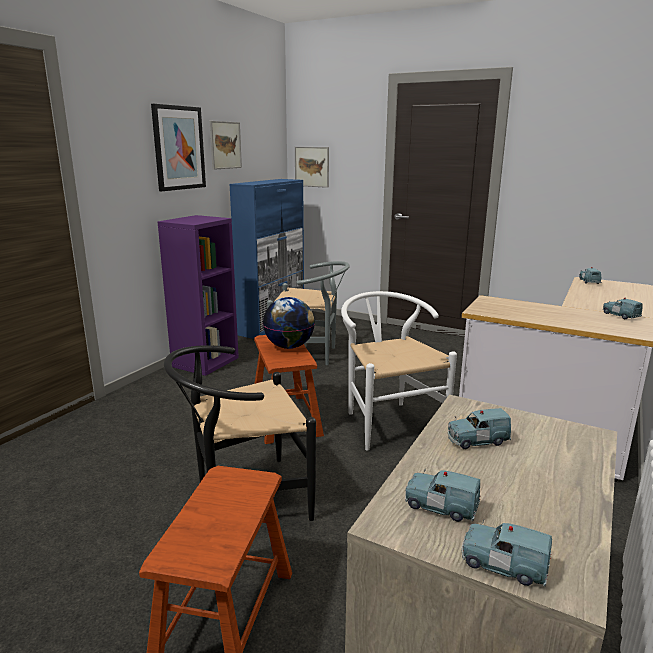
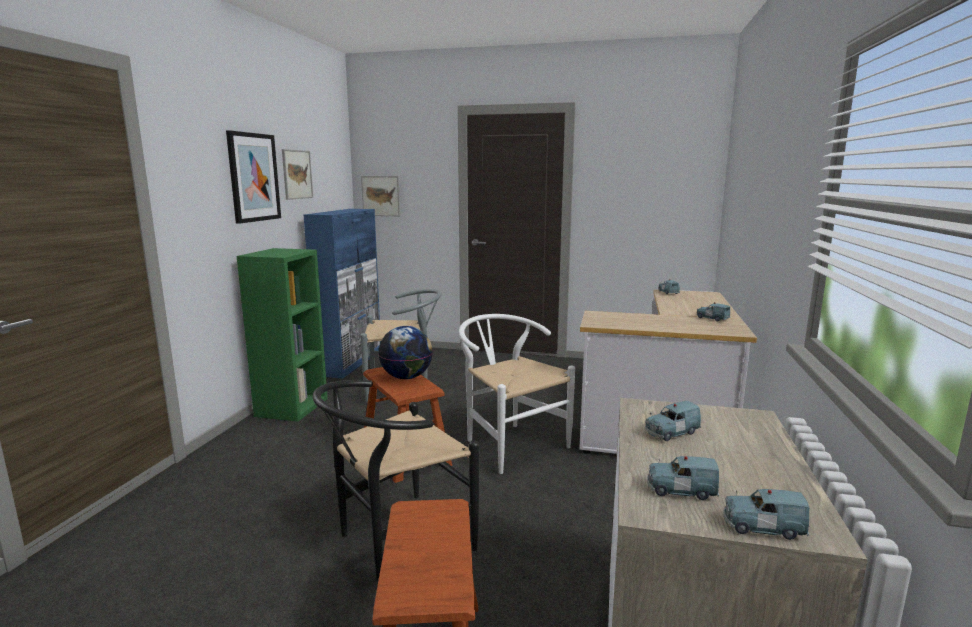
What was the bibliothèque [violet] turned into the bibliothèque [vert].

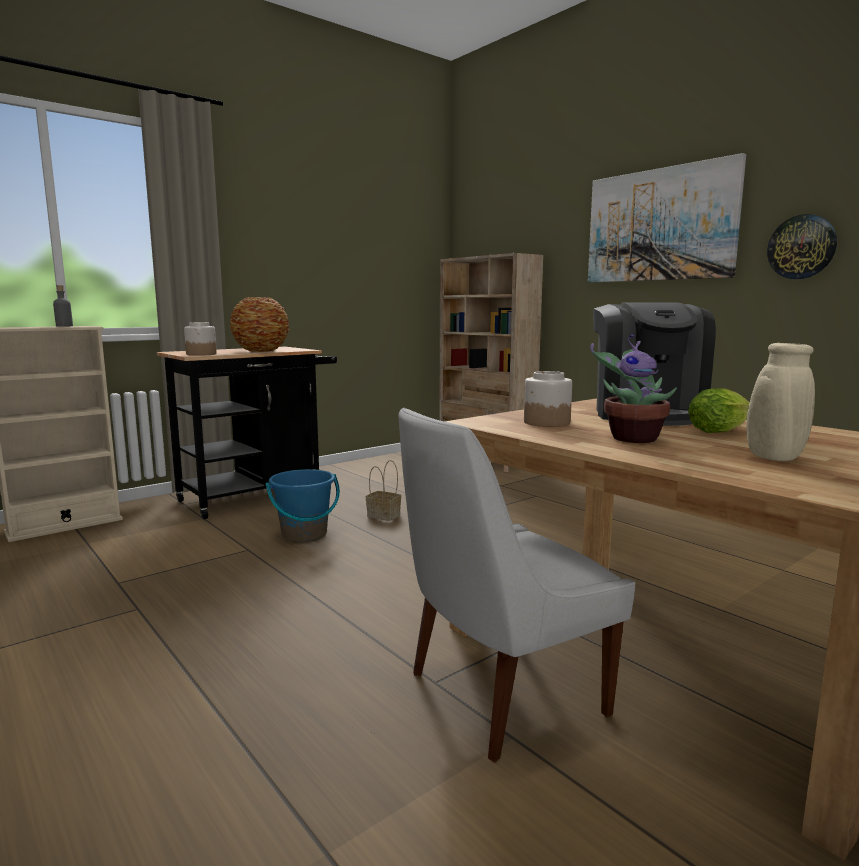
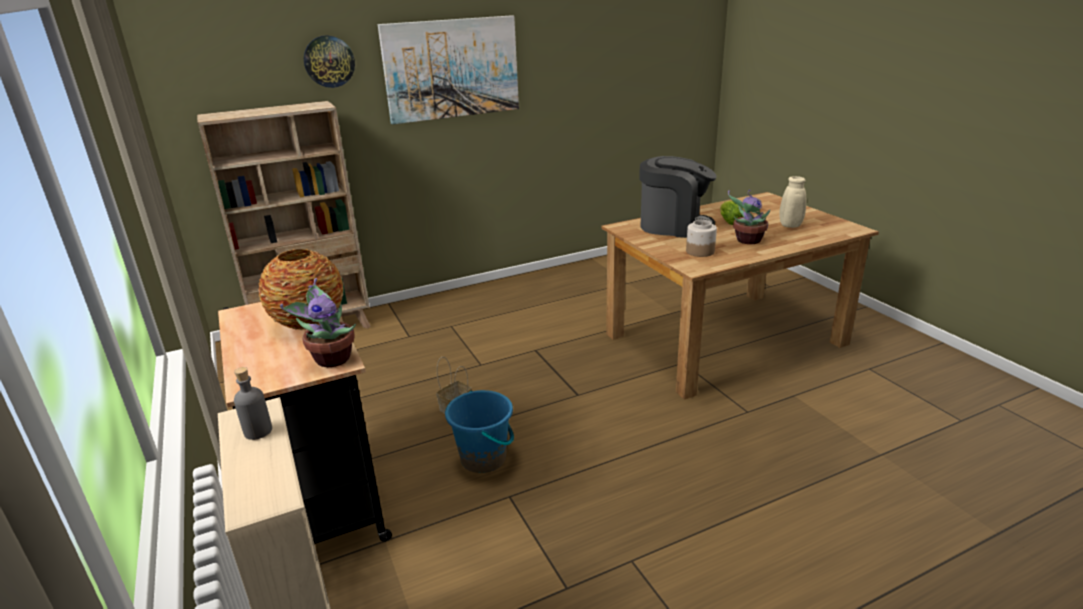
Where the bocal (1st from left) stood, the plante en pot (1st from left) came to stand.
The second view lost the chaise [blanc].
The horloge murale ended up elsewhere.

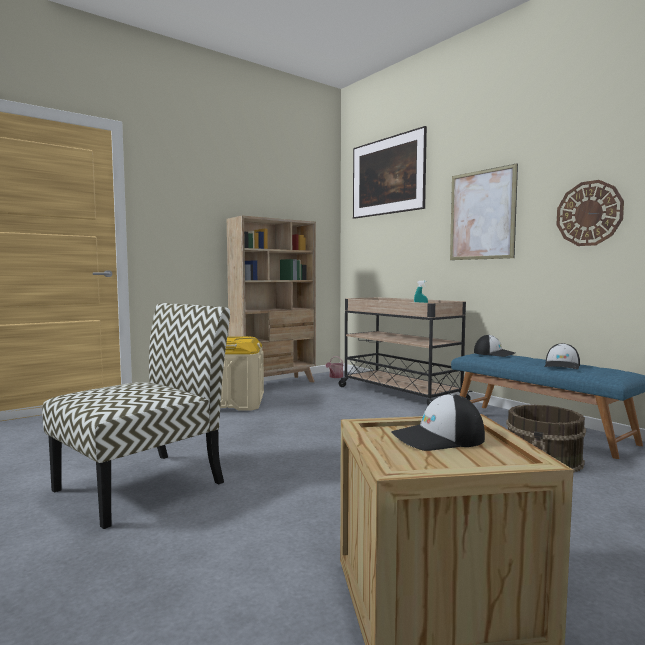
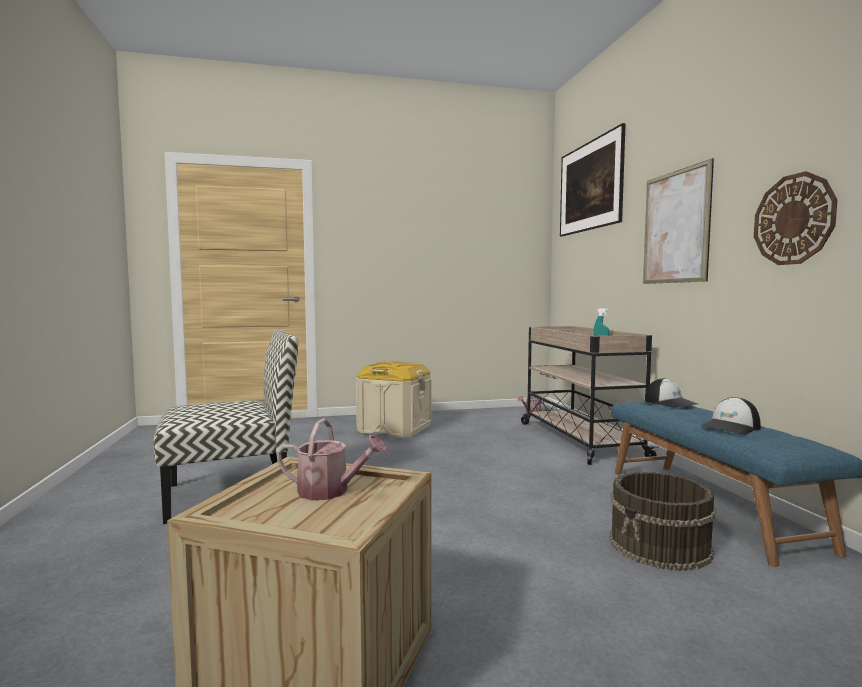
The second view lost the bibliothèque [beige].
Where the casquette (1st from left) stood, the arrosoir (1st from left) came to stand.

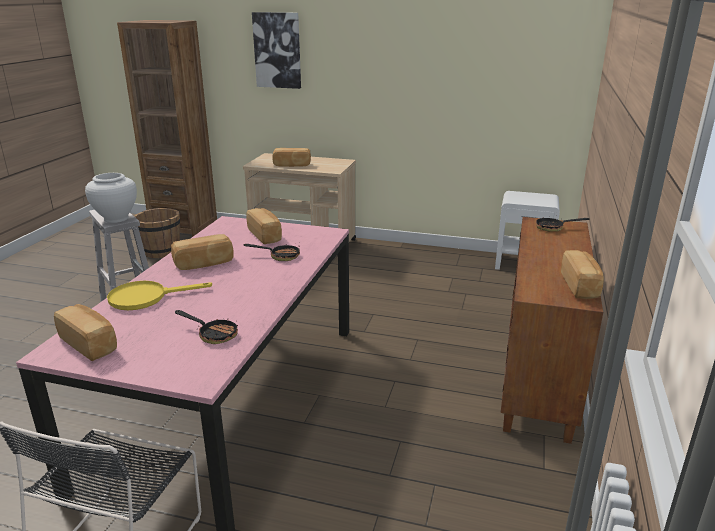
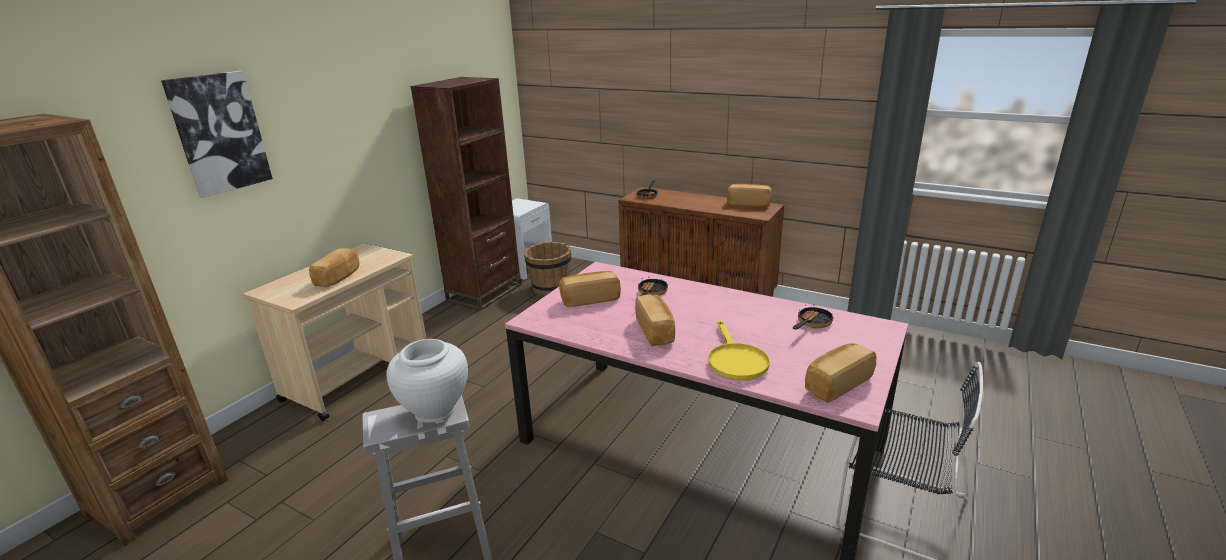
The seau [marron] ended up elsewhere.
The second view gained the bibliothèque [marron] (2nd from left).

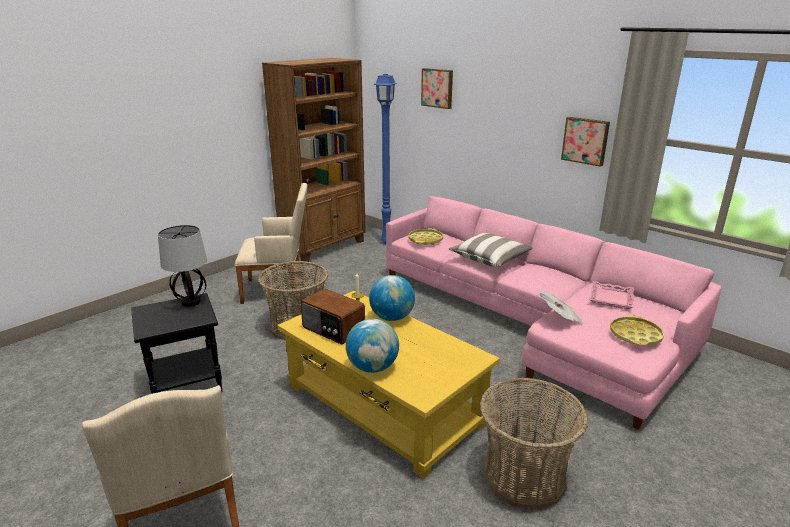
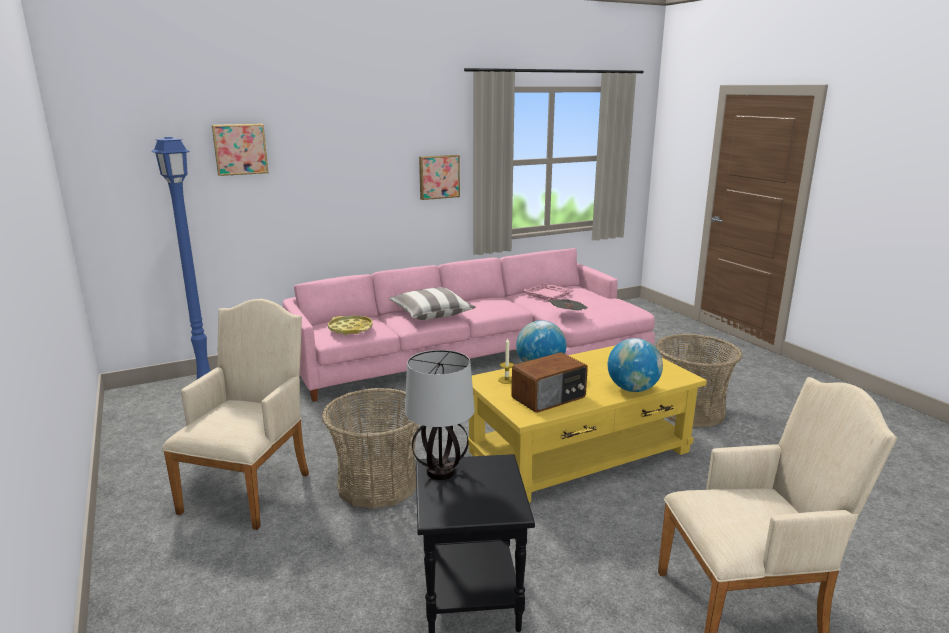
The second view lost the bibliothèque [marron].
The second view lost the plateau [jaune] (2nd from left).

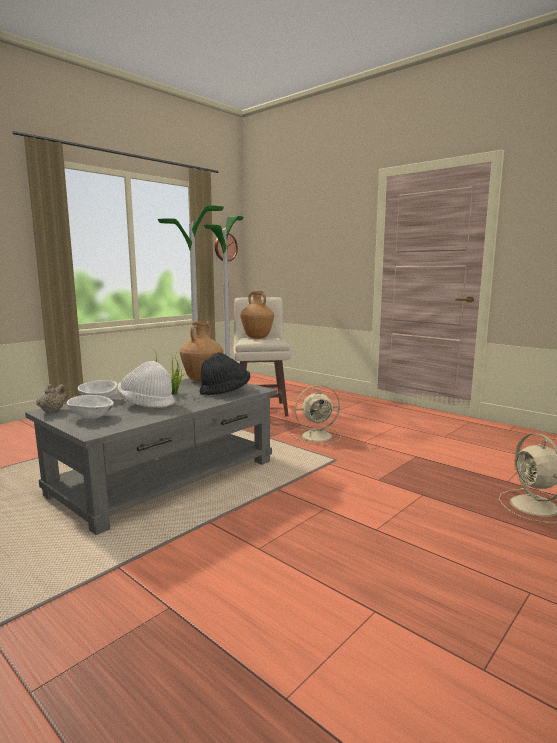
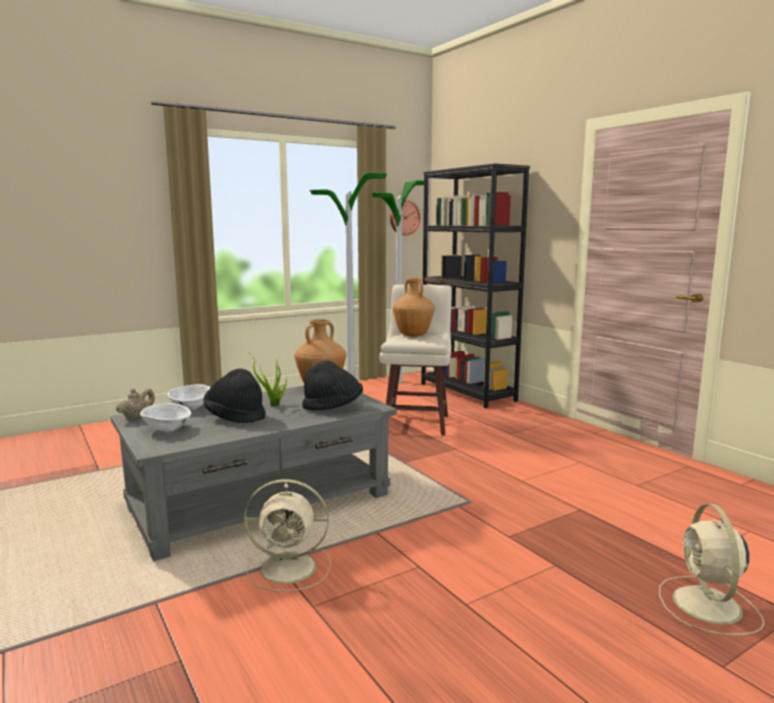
What was the chapeau [blanc] turned into the chapeau [noir] (1st from left).
The ventilateur [beige] (1st from left) ended up elsewhere.
The second view gained the bibliothèque [noir].

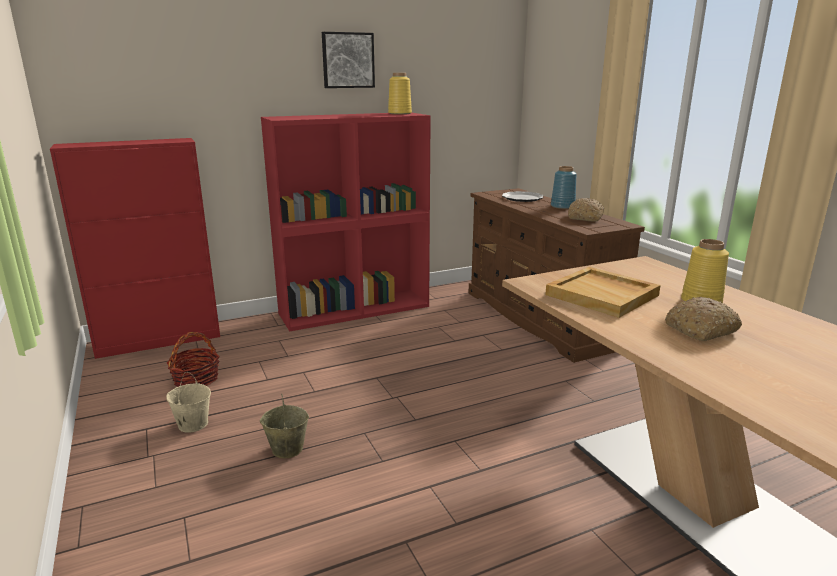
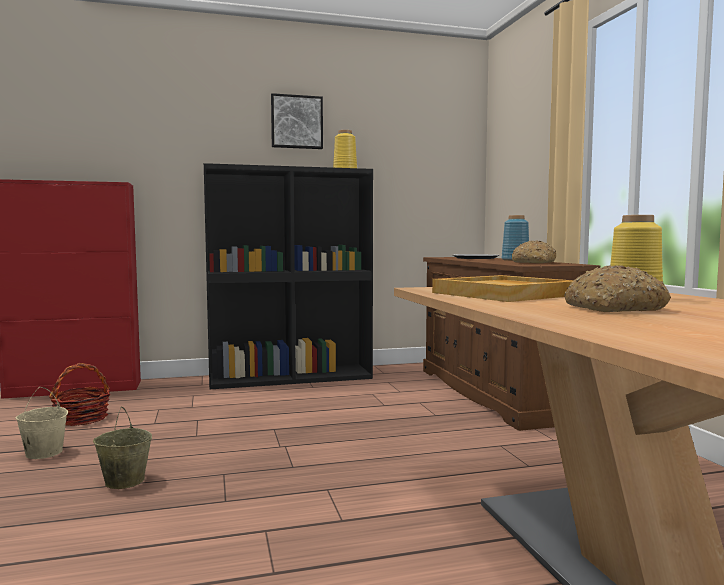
What was the bibliothèque [rouge] turned into the bibliothèque [noir].

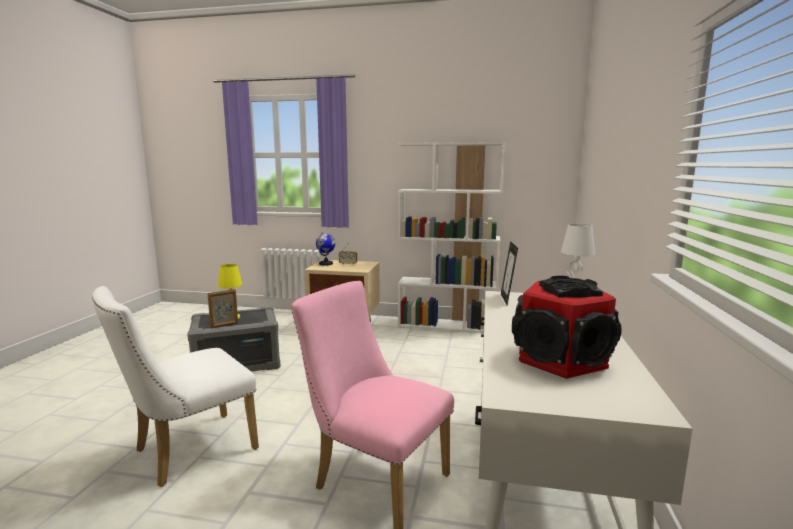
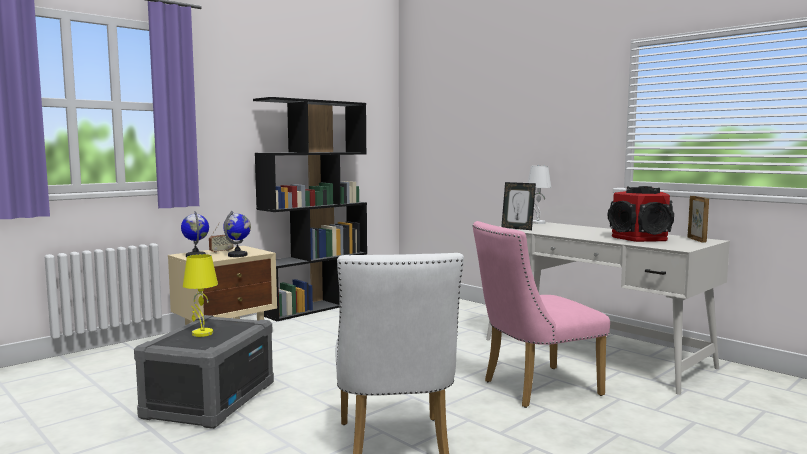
The cadre photo (1st from left in the first image) ended up elsewhere.
What was the bibliothèque [blanc] turned into the bibliothèque [noir].
The second view gained the globe (2nd from left).

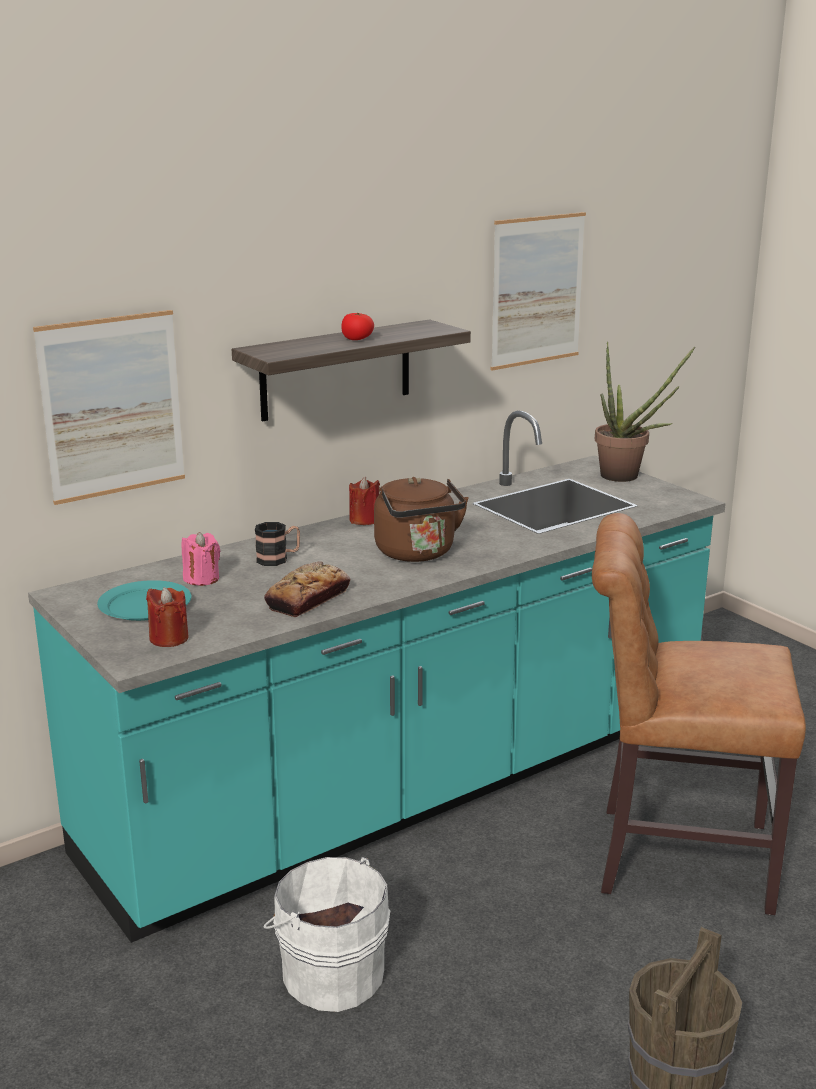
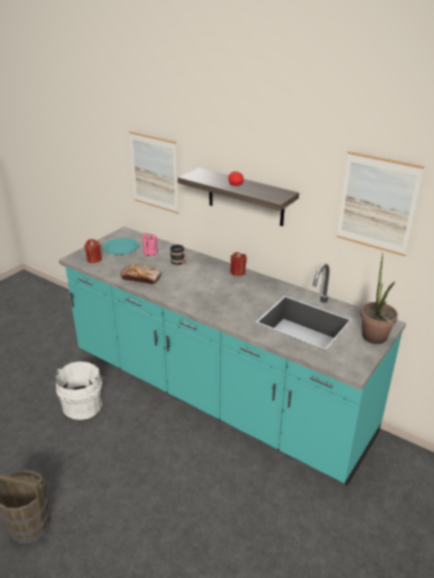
The second view lost the bouilloire [marron].
The second view lost the chaise [marron].

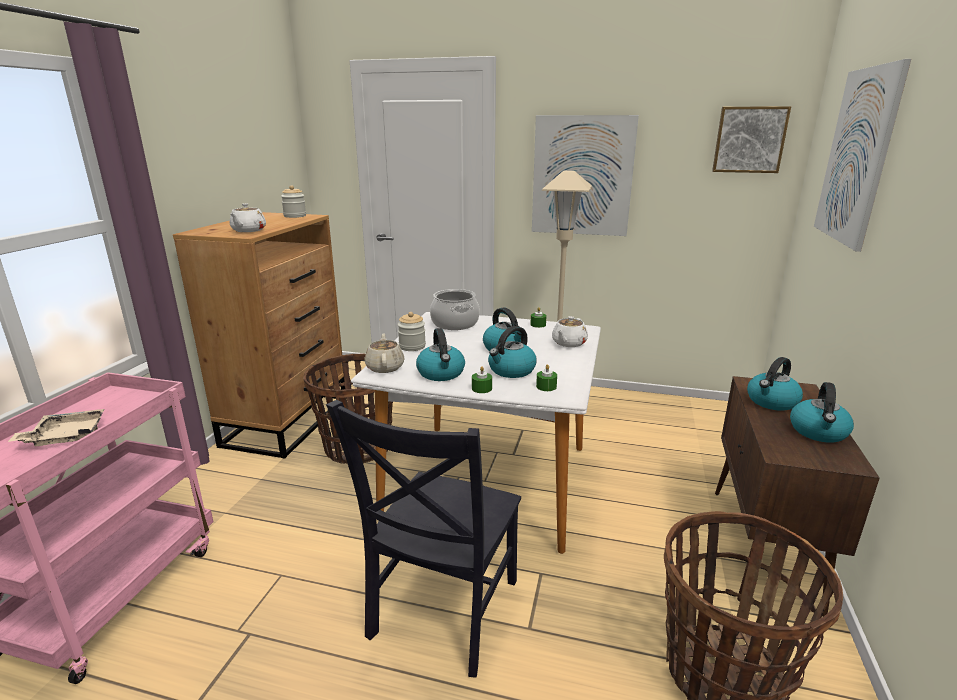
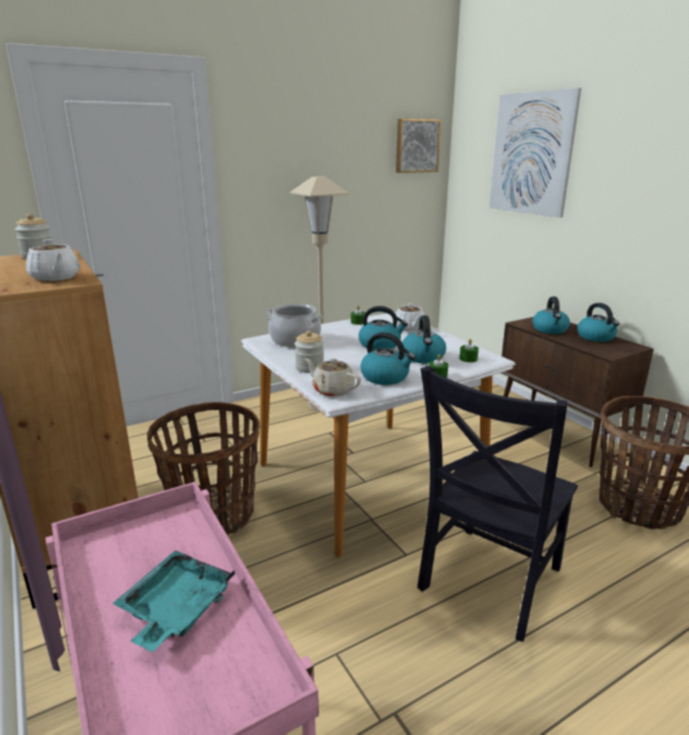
What was the plateau [beige] turned into the plateau [turquoise].
The chaise [noir] ended up facing another way, 60 degrees clockwise from before.
The second view lost the tableau (1st from left).

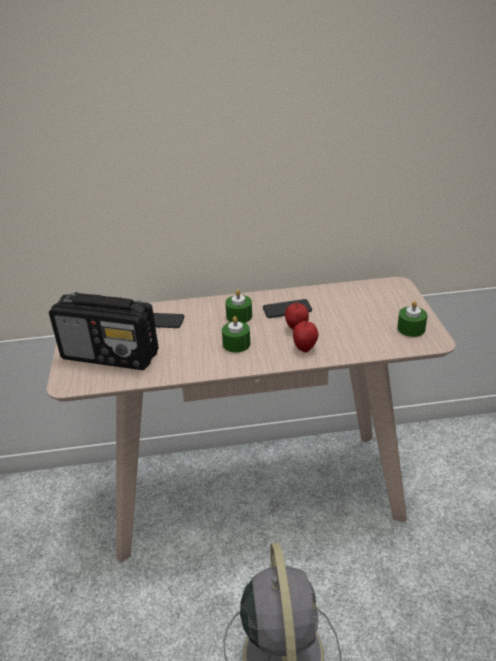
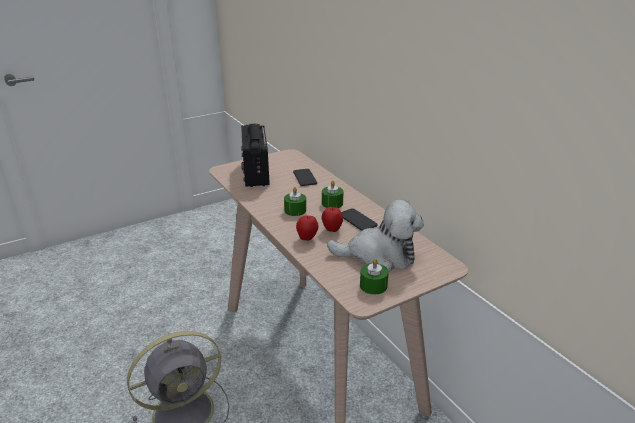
The second view gained the peluche.

